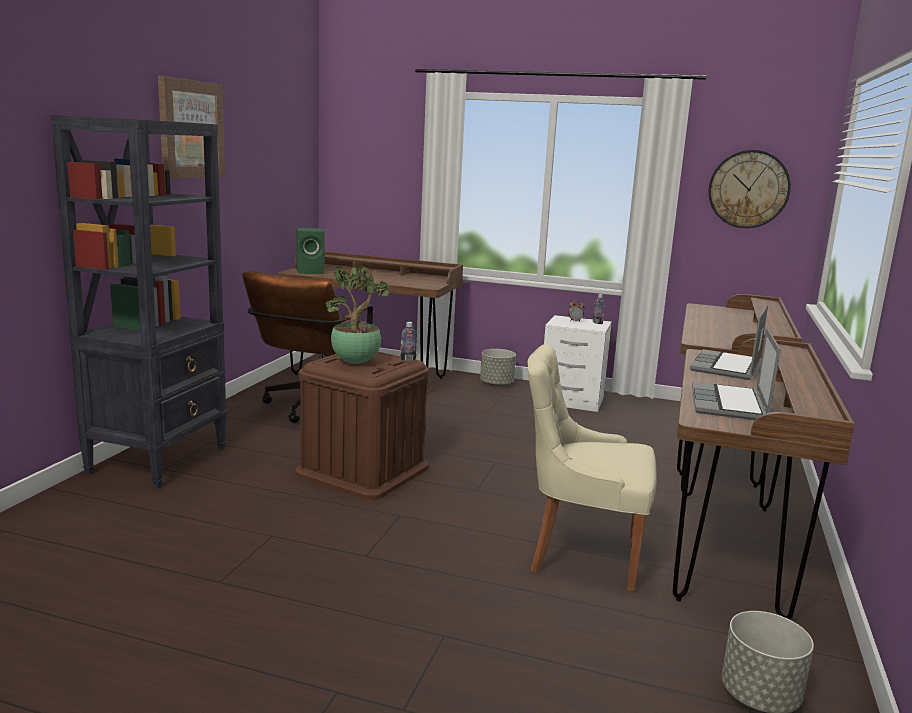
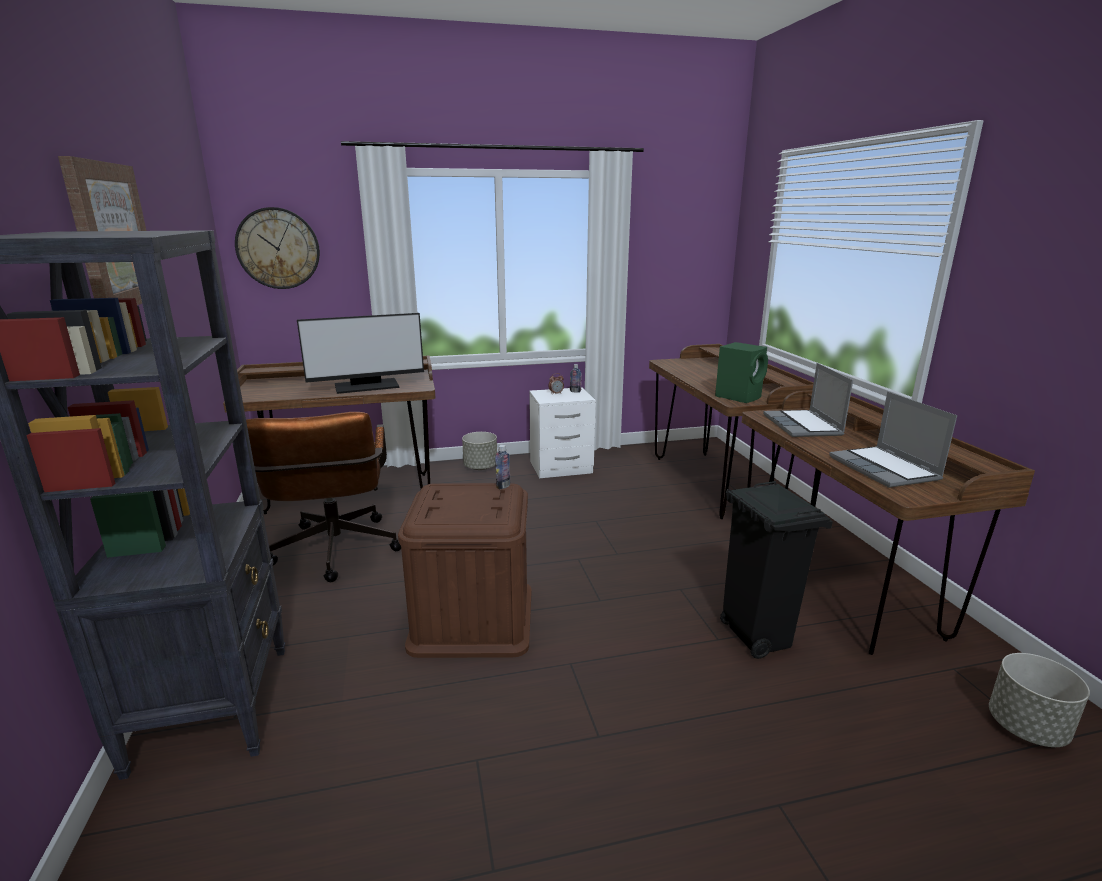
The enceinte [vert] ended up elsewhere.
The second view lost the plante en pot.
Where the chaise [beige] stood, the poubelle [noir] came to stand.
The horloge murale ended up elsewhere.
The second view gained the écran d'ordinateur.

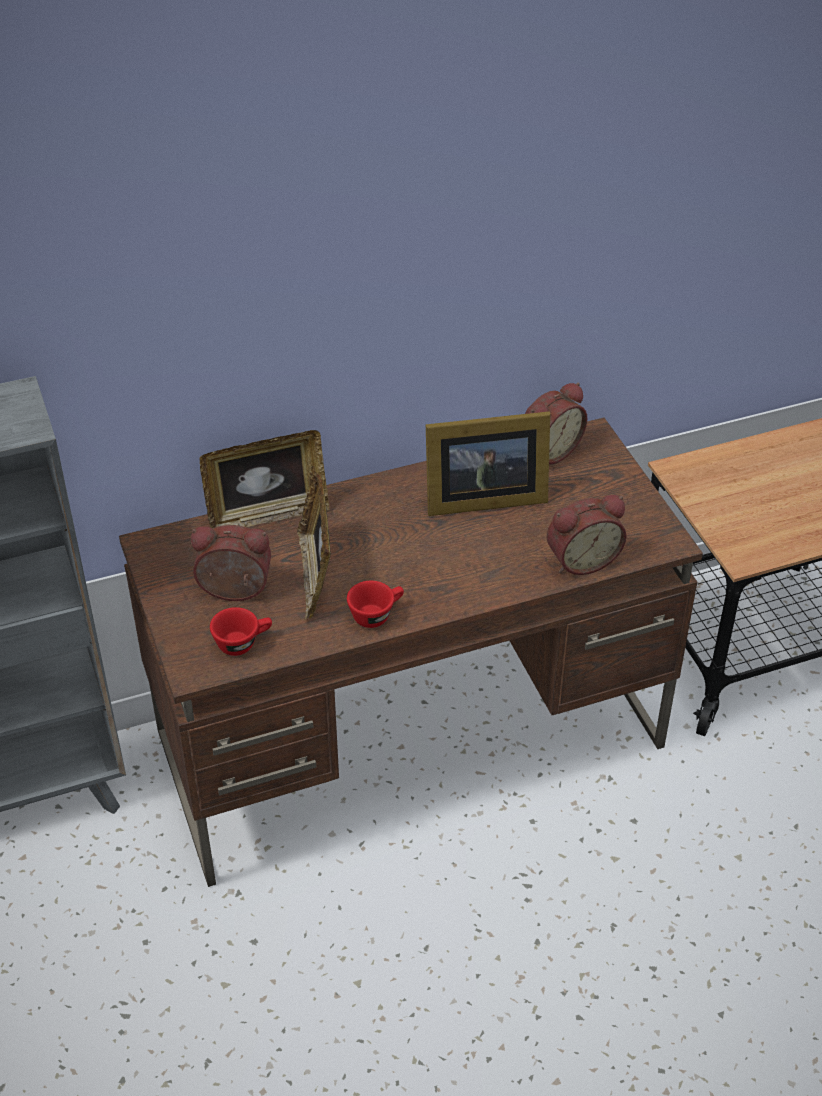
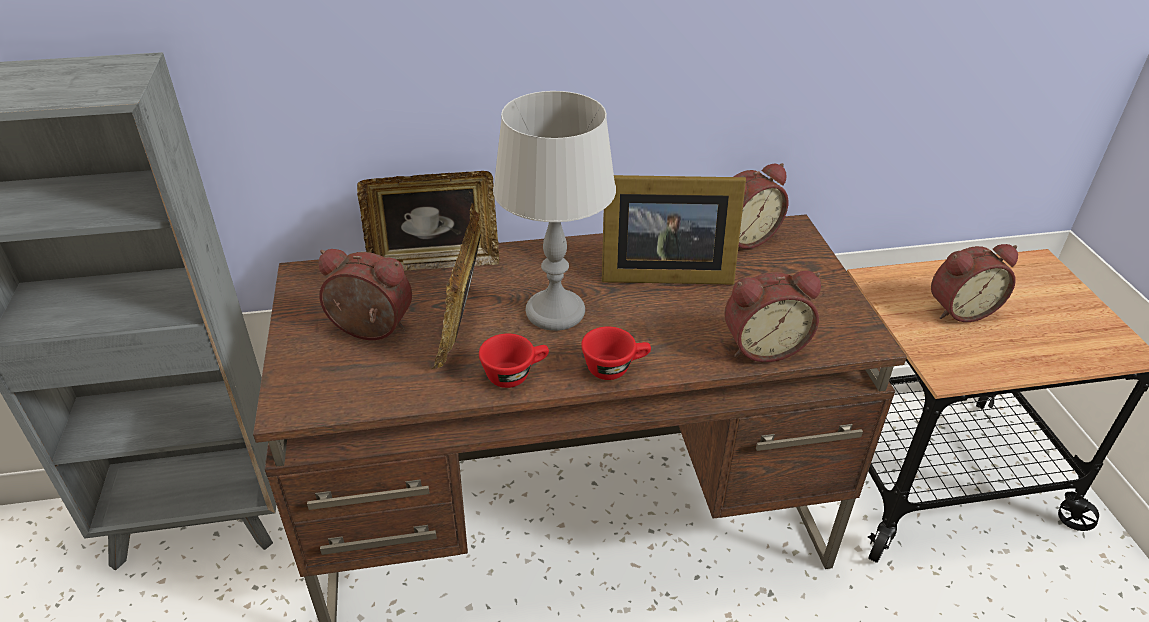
The tasse [rouge] (1st from left in the first image) ended up elsewhere.
The second view gained the lampe de table [gris].
The second view gained the réveil (4th from left).

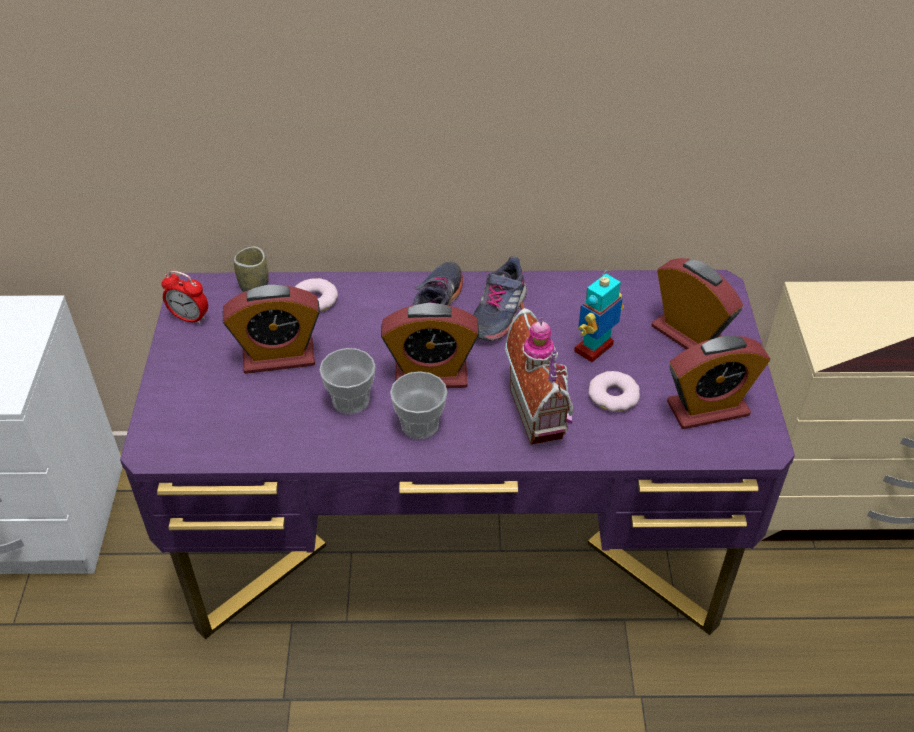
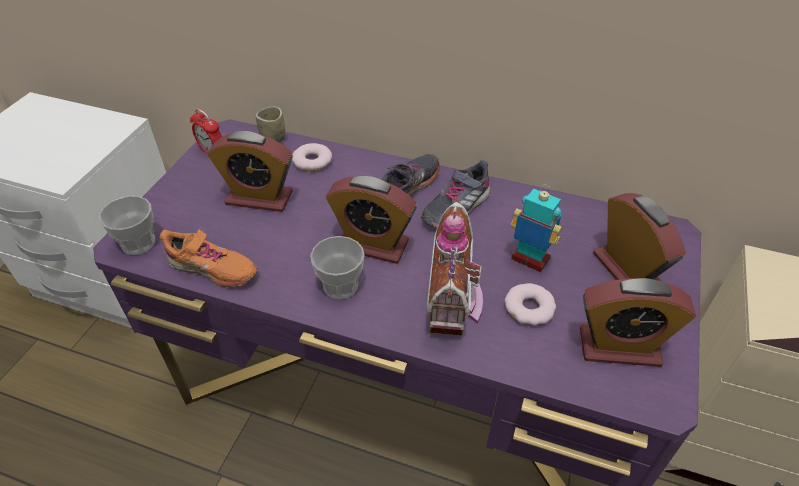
The tasse (2nd from left in the first image) ended up elsewhere.
The robot jouet ended up facing another way, 60 degrees clockwise from before.
The second view gained the chaussure [orange].

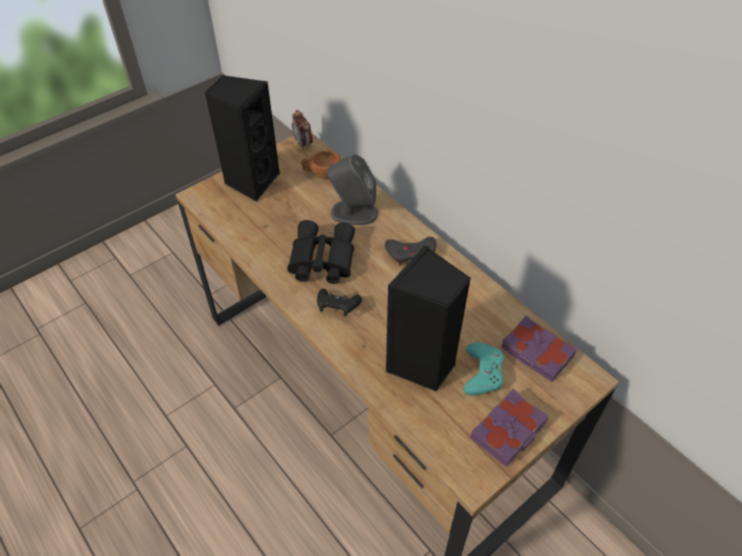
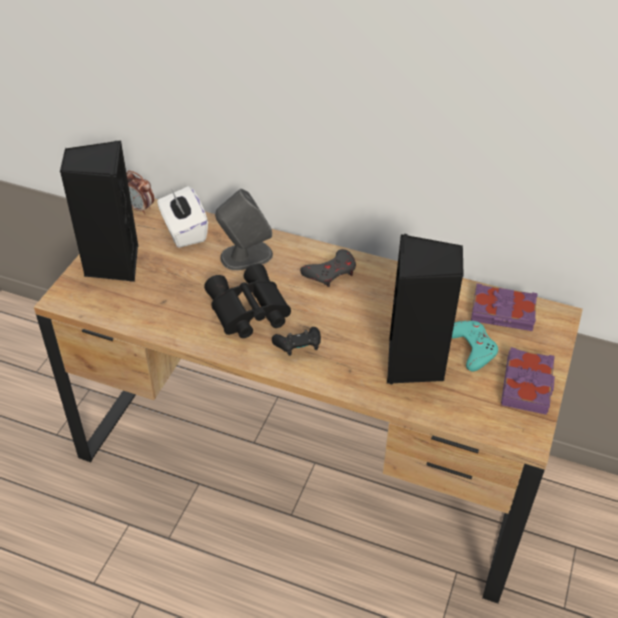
Where the tasse [marron] stood, the boîte à mouchoirs [blanc] came to stand.

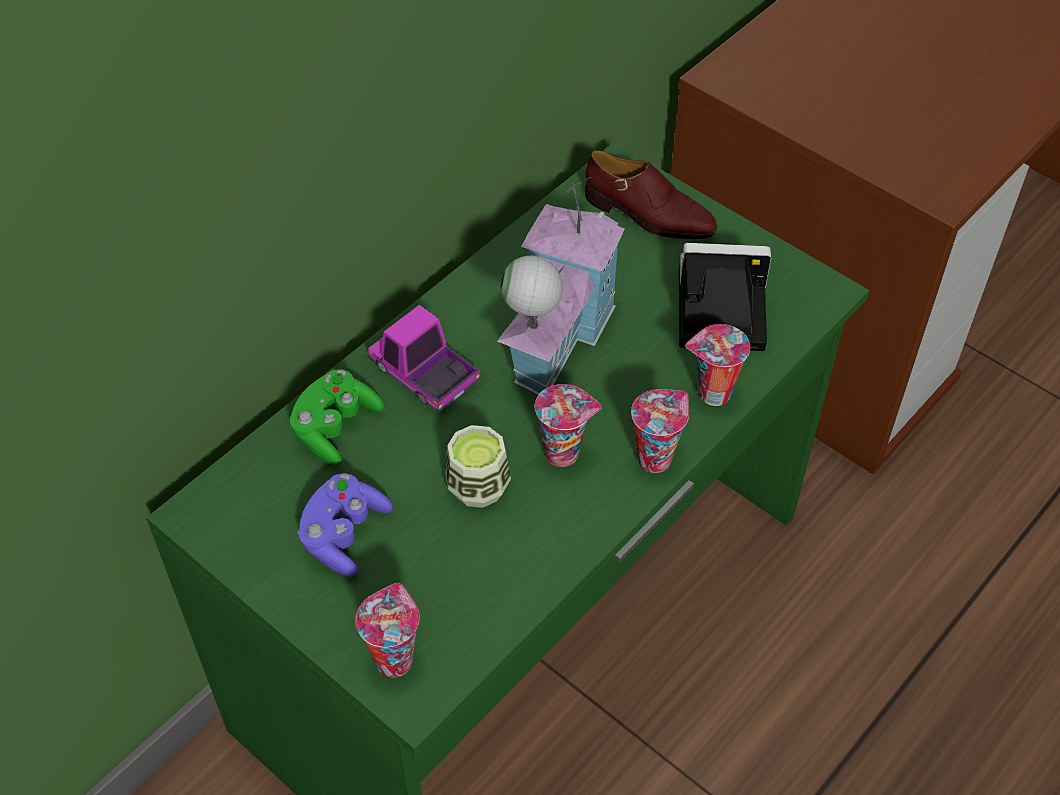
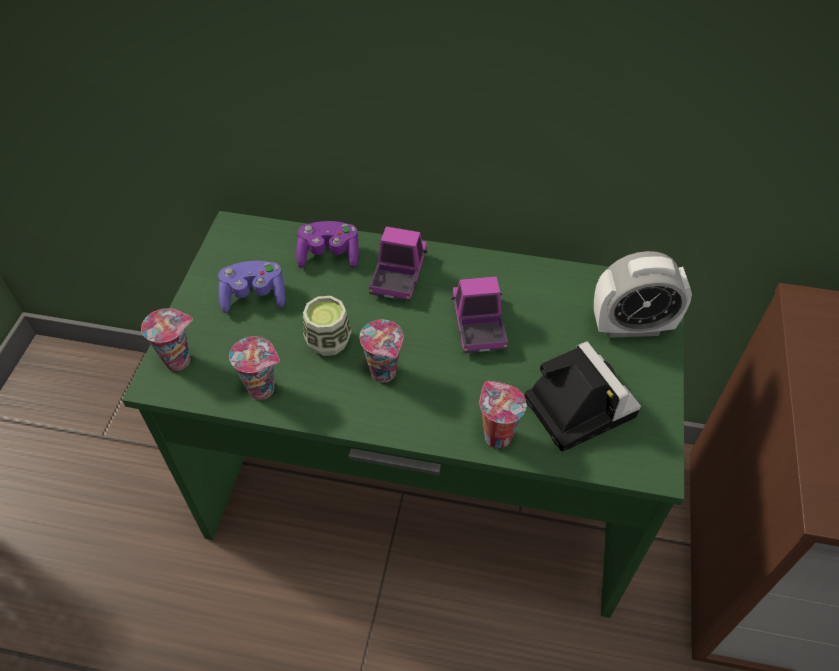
What was the manette [vert] turned into the manette [violet] (2nd from left).
Where the maison miniature stood, the camion jouet (2nd from left) came to stand.
Where the chaussure [marron] stood, the réveil came to stand.
The tasse (4th from left in the first image) ended up elsewhere.

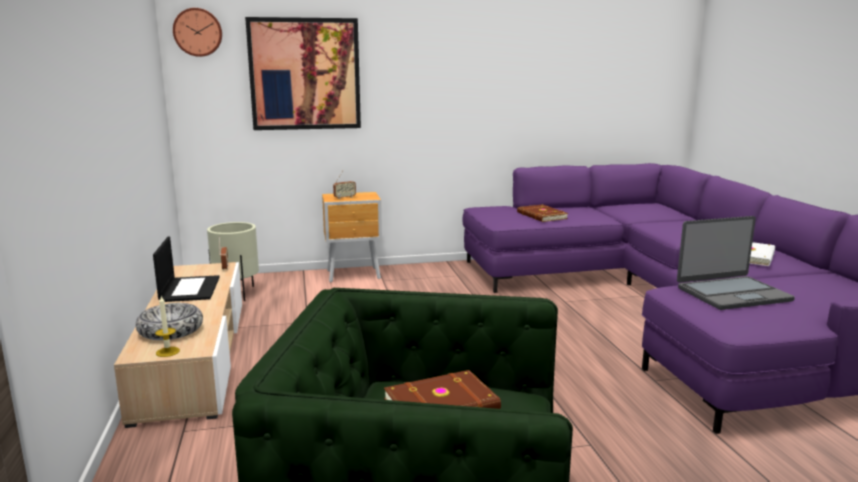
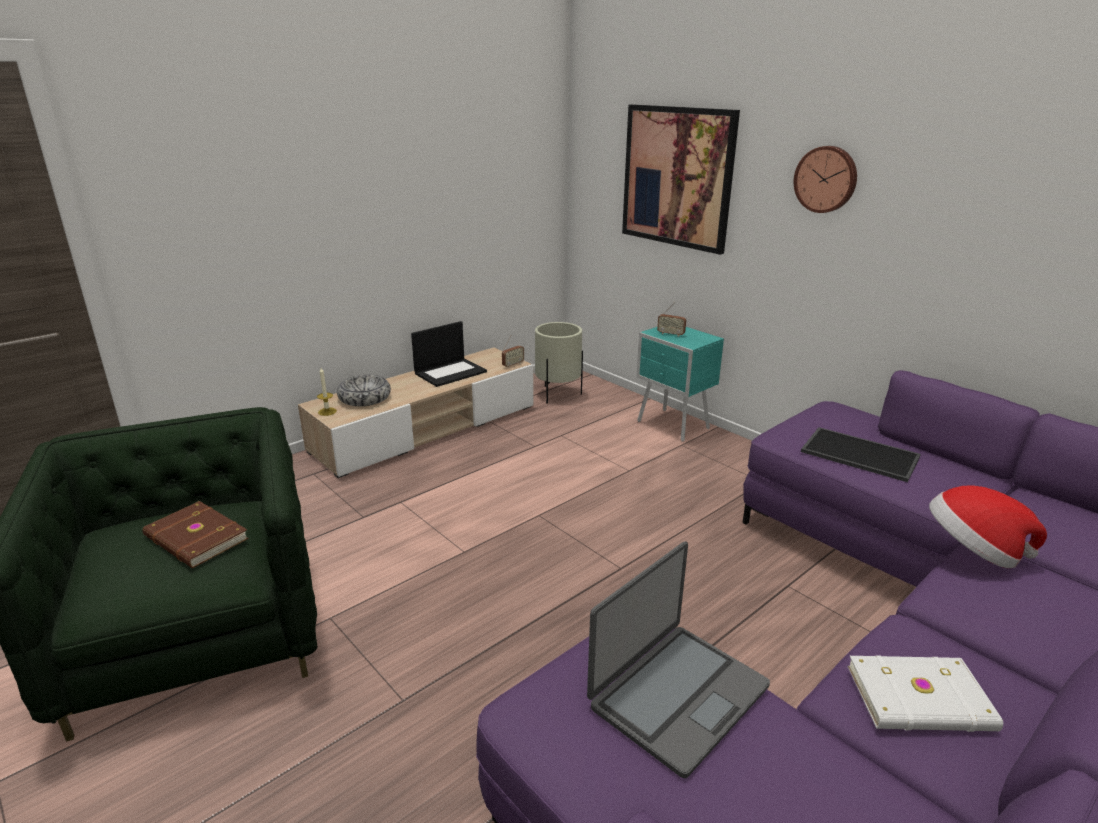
The horloge murale ended up elsewhere.
What was the table de chevet [marron] turned into the table de chevet [turquoise].
Where the livre [marron] (2nd from left) stood, the plateau came to stand.
The ordinateur portable (2nd from left) ended up facing another way, 90 degrees counterclockwise from before.
The second view gained the chapeau.

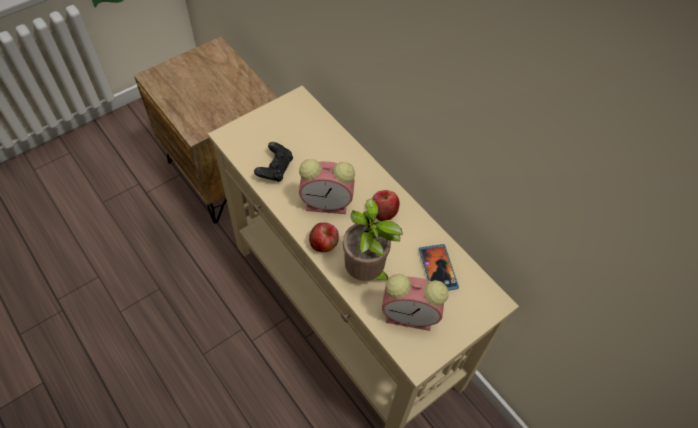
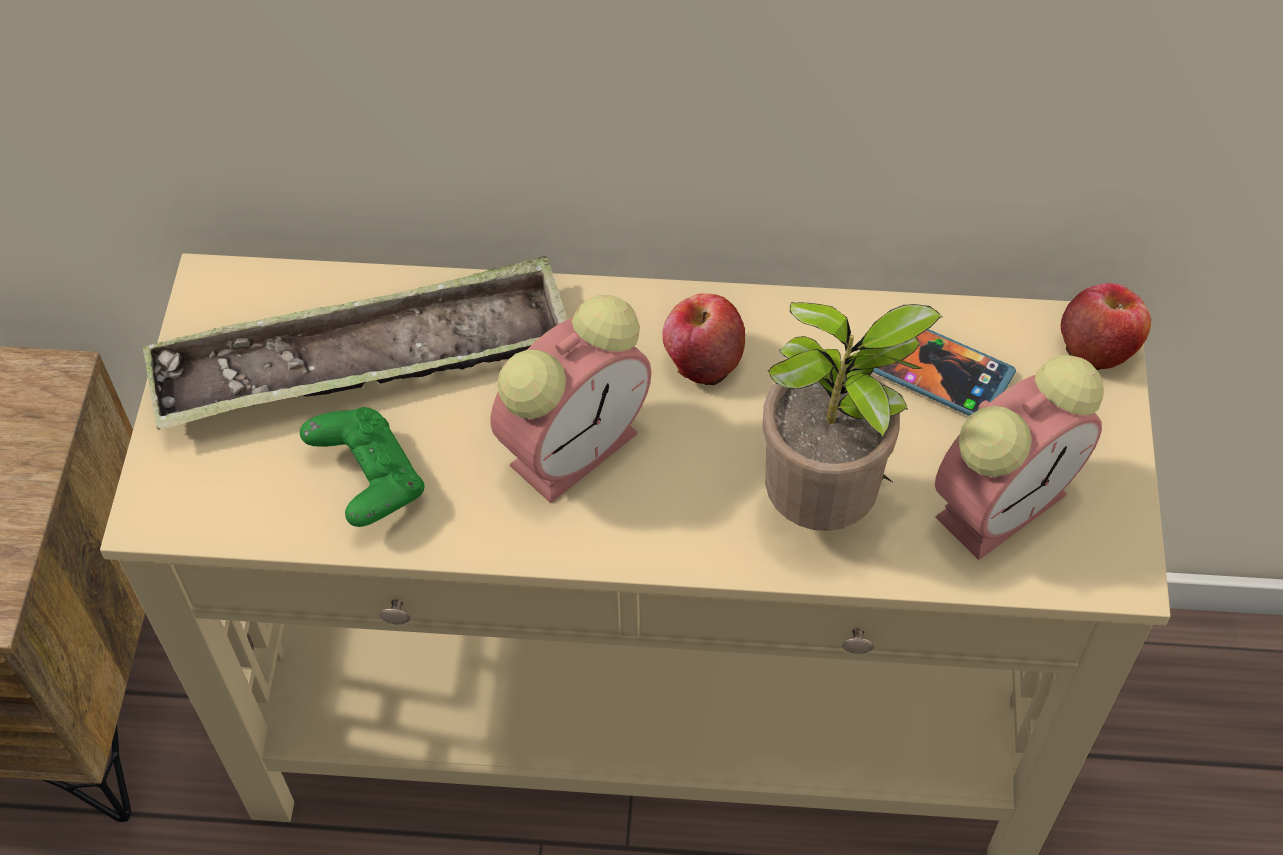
What was the manette [noir] turned into the manette [vert].
The pomme (1st from left in the first image) ended up elsewhere.
The second view gained the plateau.

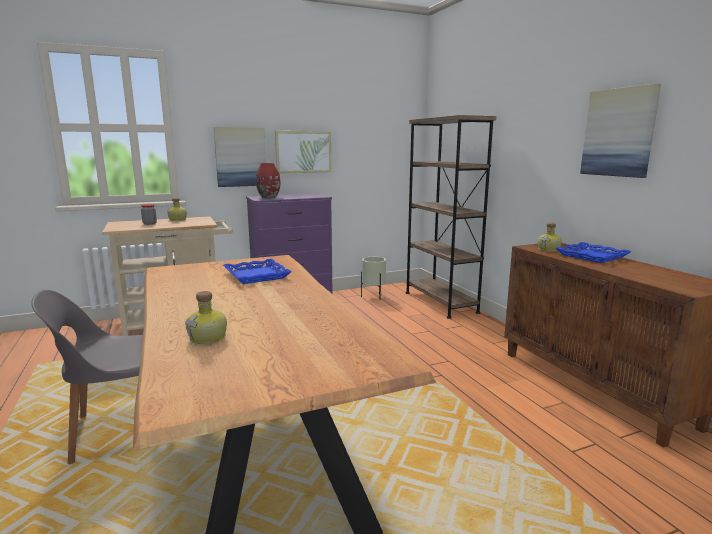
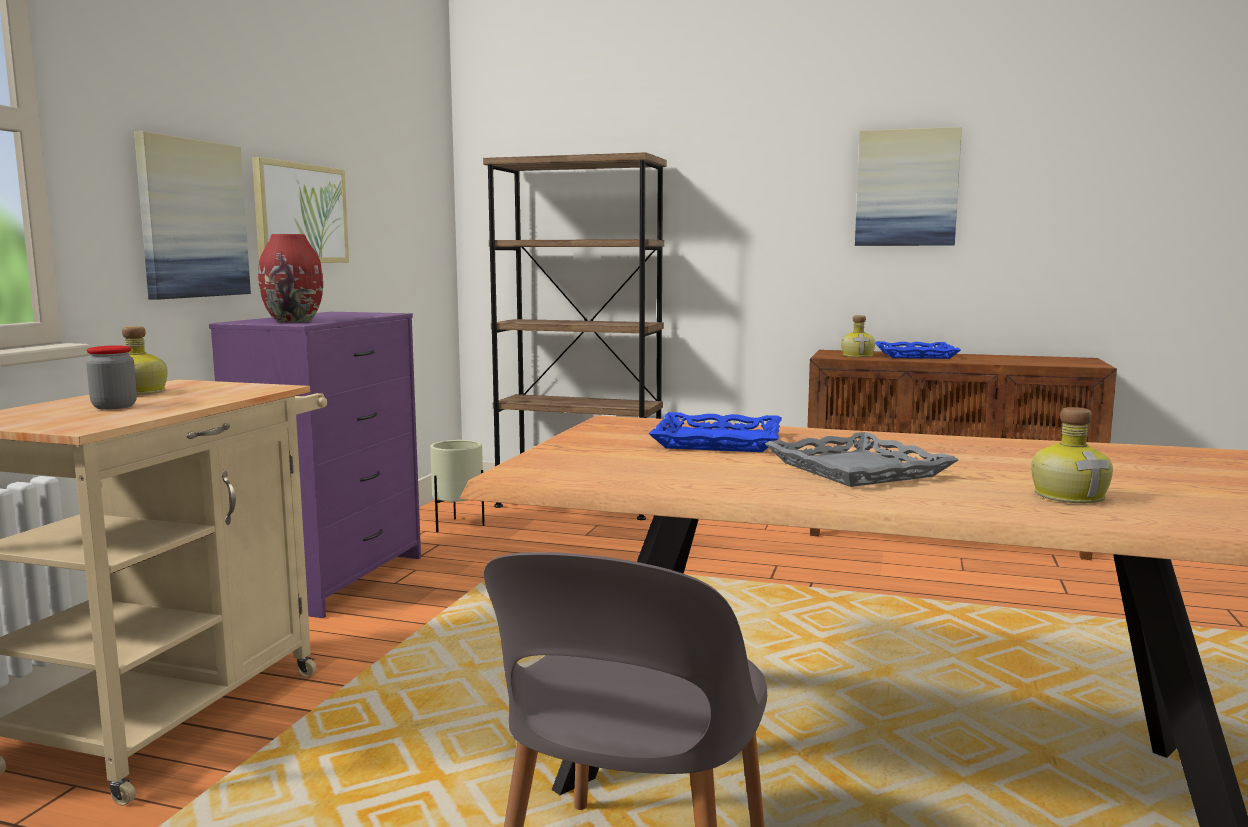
The second view gained the plateau [gris].

